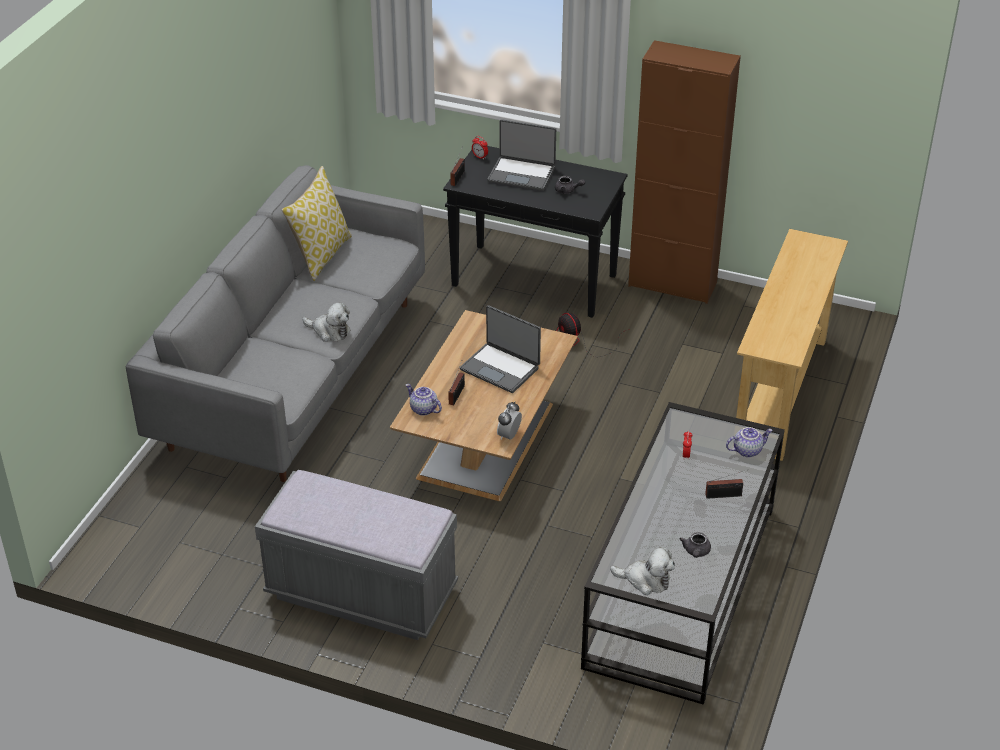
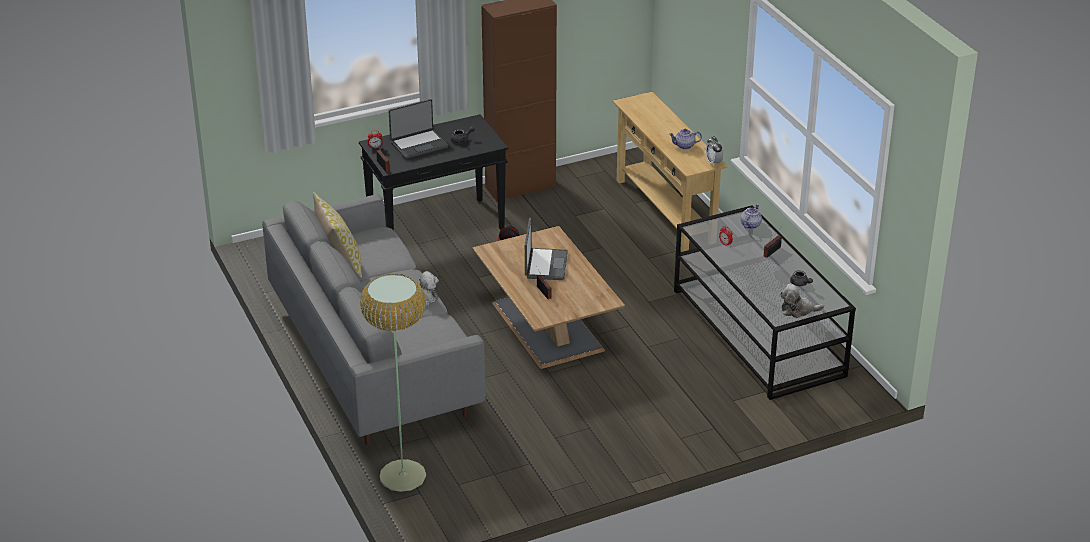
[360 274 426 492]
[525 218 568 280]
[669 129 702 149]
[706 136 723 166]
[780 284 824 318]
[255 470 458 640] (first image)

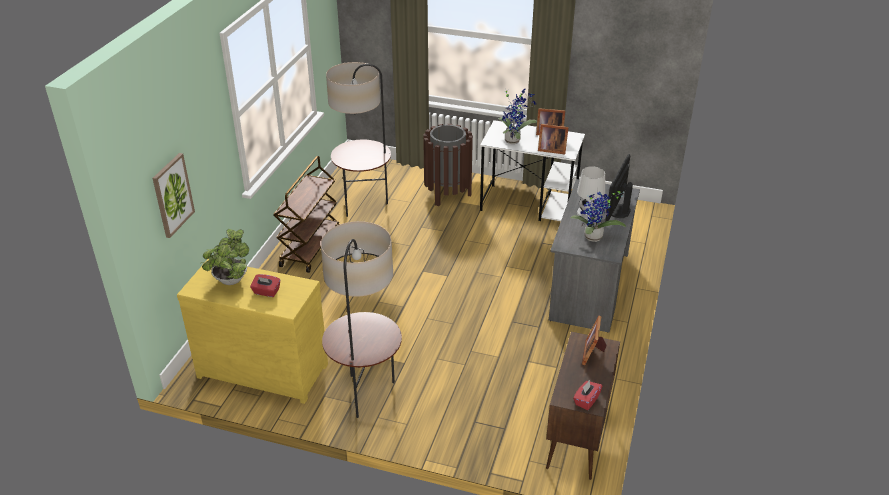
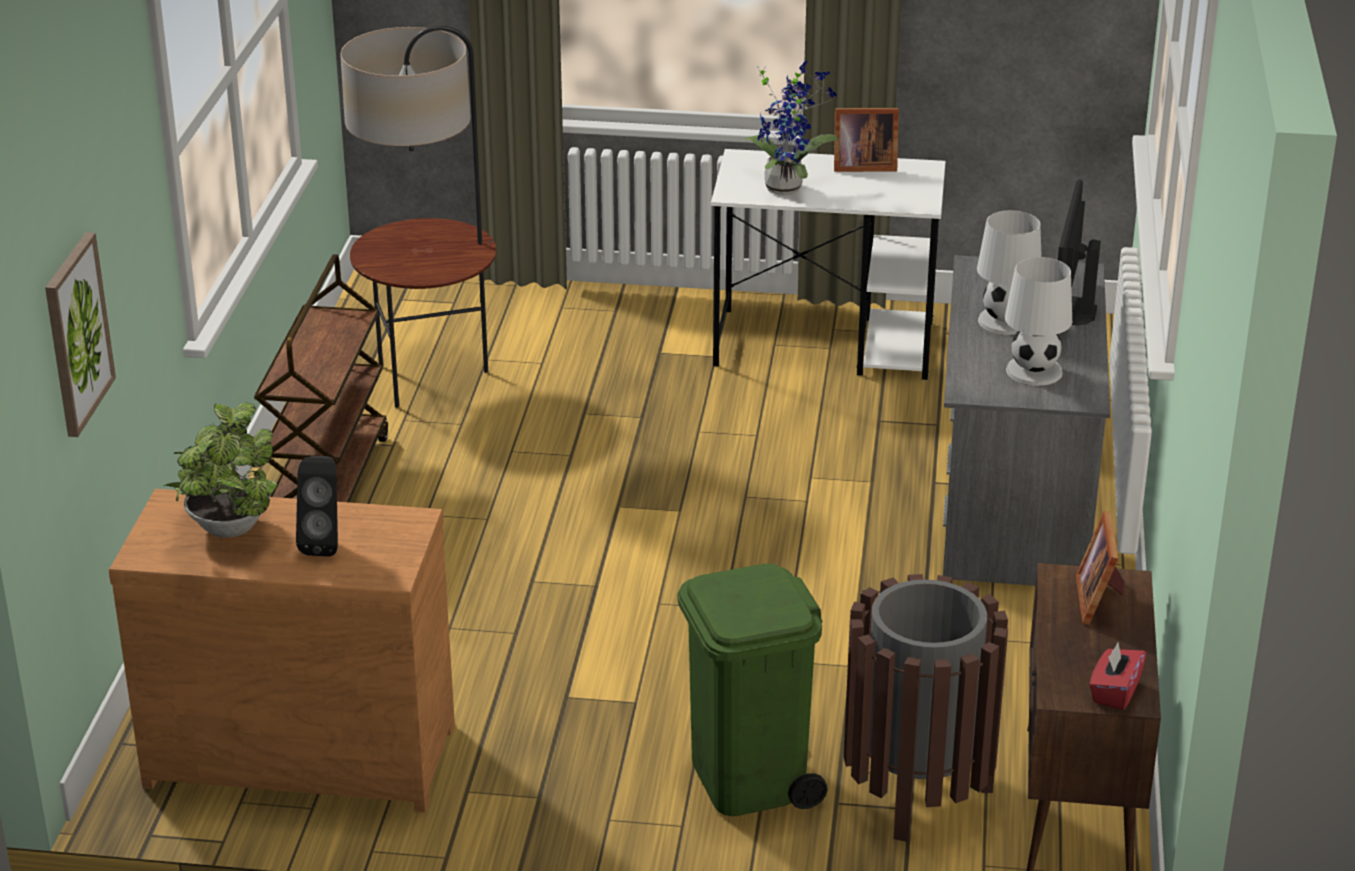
[109 489 455 812]
[296 456 338 557]
[677 564 828 816]
[844 574 1008 842]
[1005 257 1072 386]
[321 221 402 418] (first image)
[538 124 569 154] (first image)

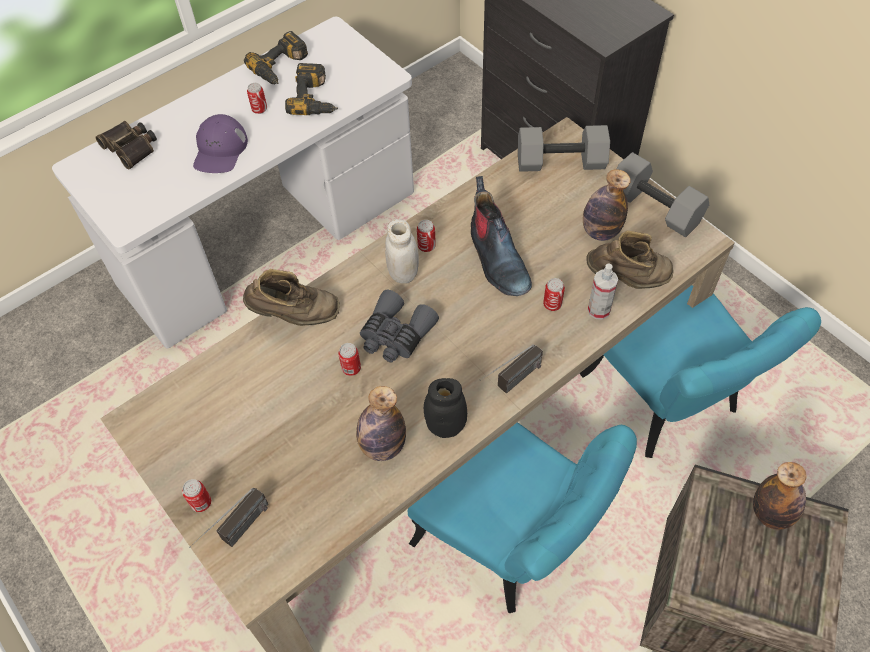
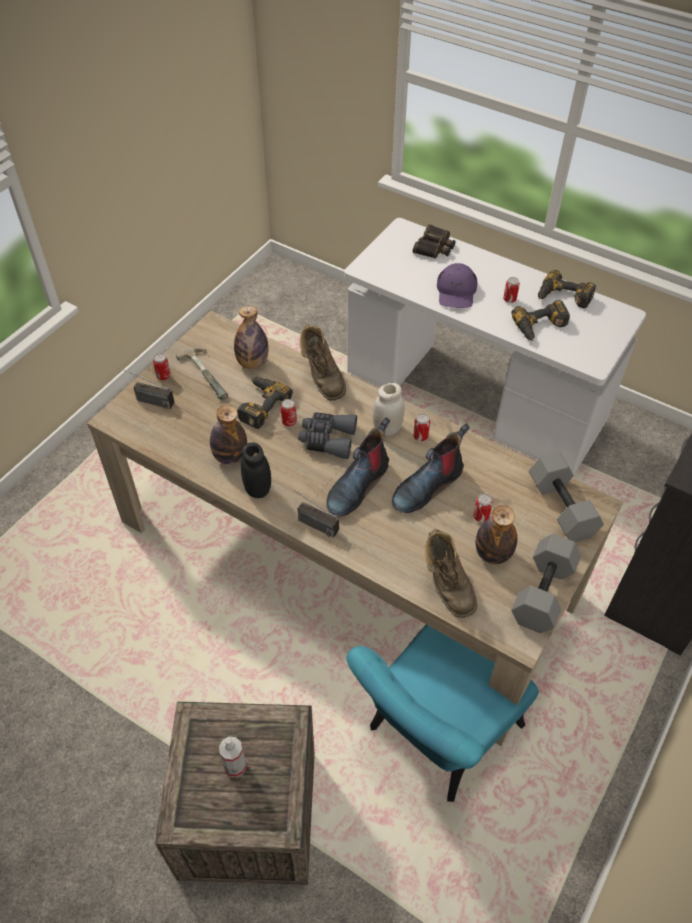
[176 347 228 400]
[219 737 246 777]
[234 306 268 369]
[237 377 293 429]
[326 417 390 516]
[437 263 478 308]
[473 494 493 522]
[408 422 637 613] (first image)

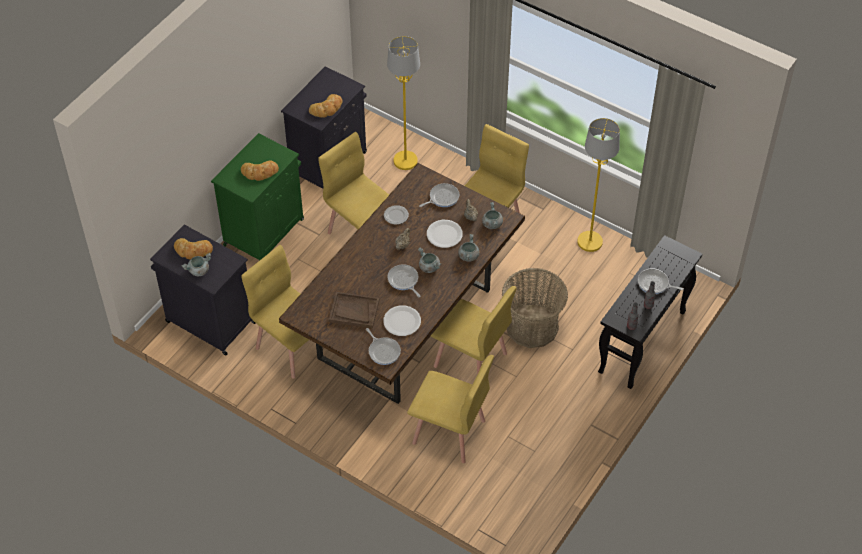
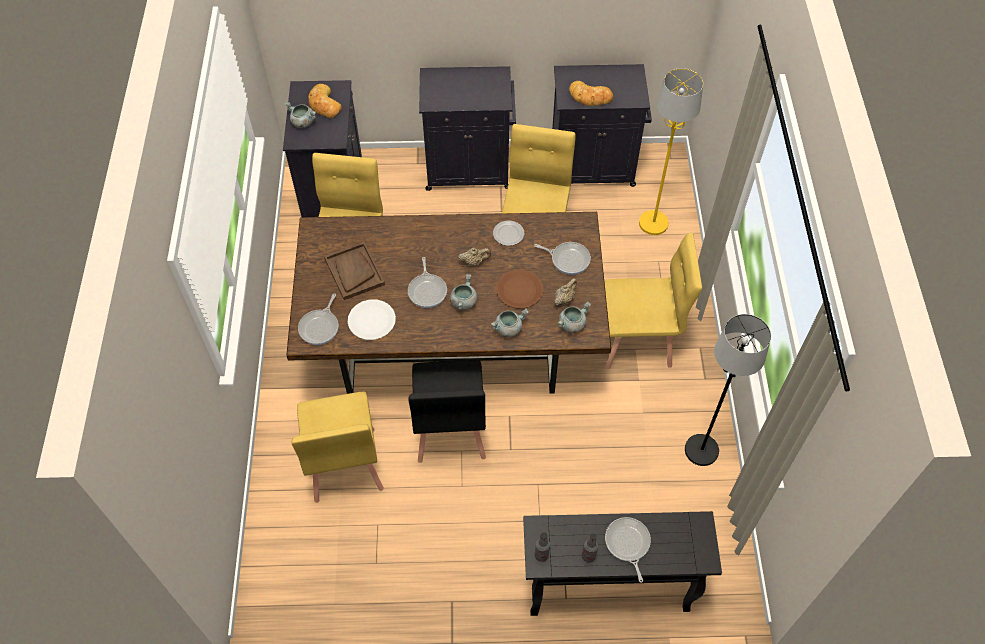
[408 257 447 308]
[408 360 486 463]
[419 66 516 191]
[496 270 543 309]
[685 314 771 466]
[241 160 279 181] (first image)
[502 268 568 348] (first image)

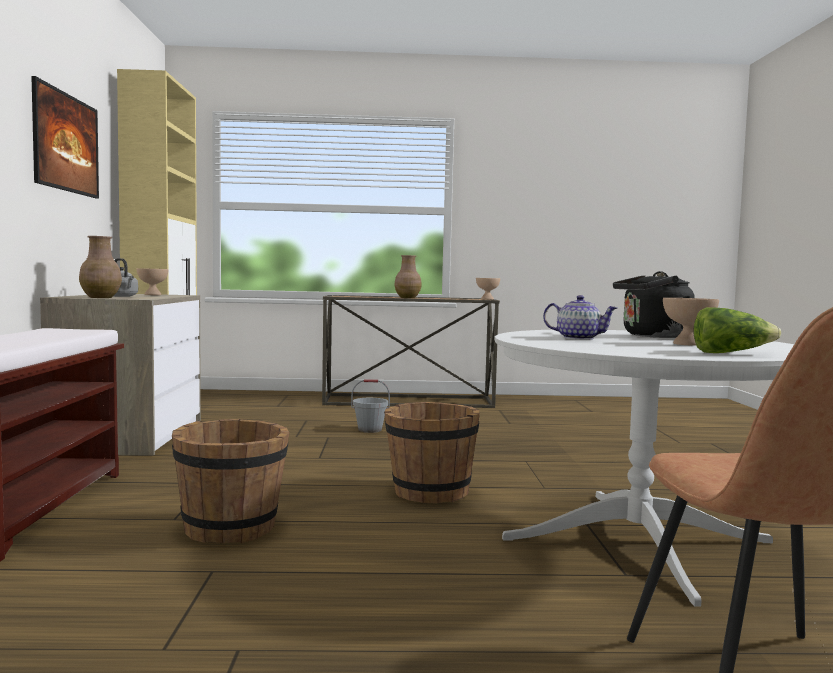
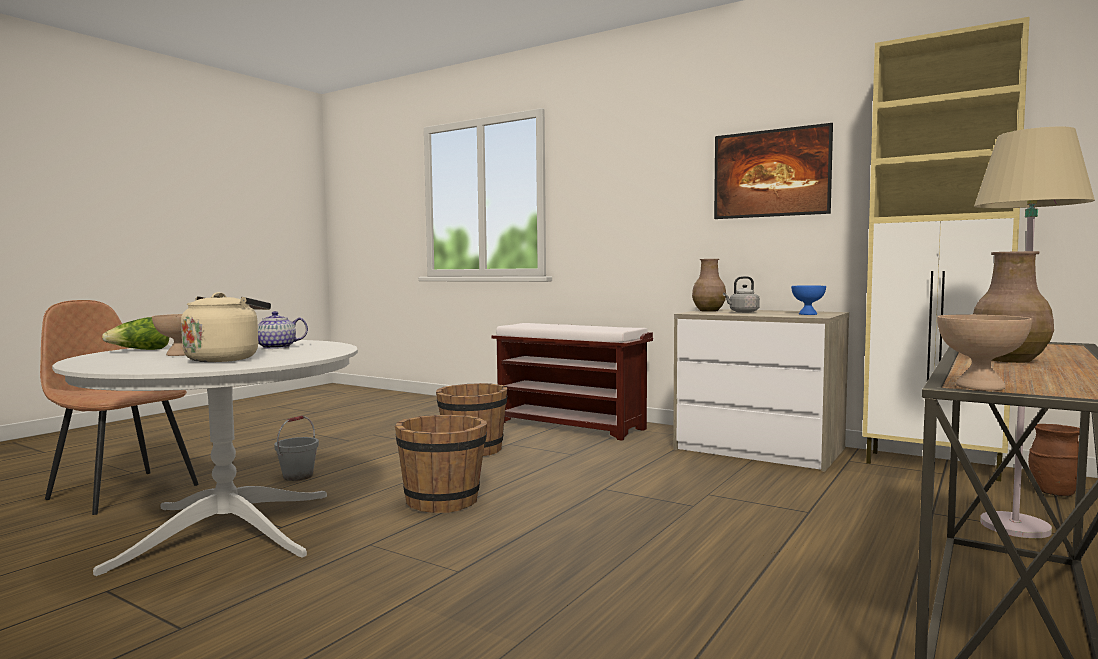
[181 292 271 362]
[274 416 319 481]
[791 286 826 315]
[974 127 1095 538]
[1028 424 1080 496]

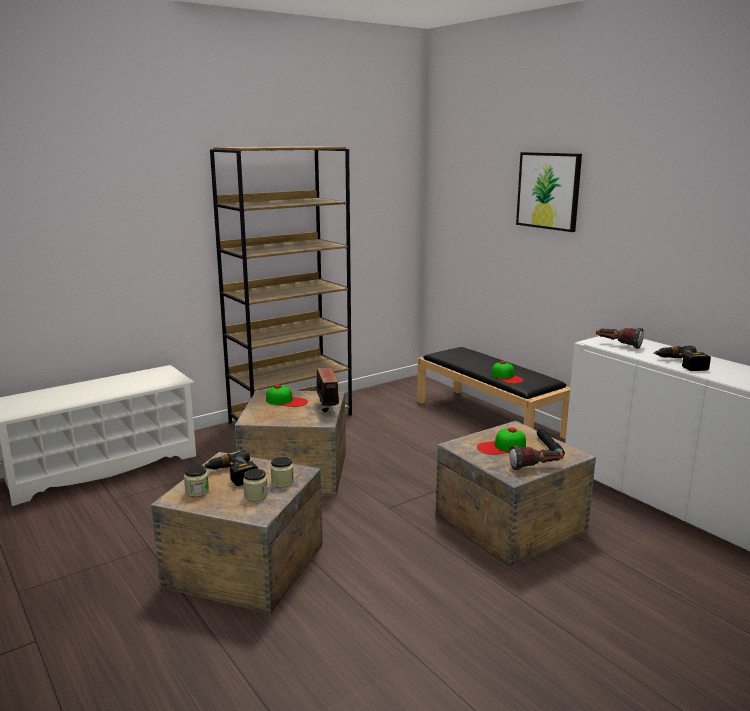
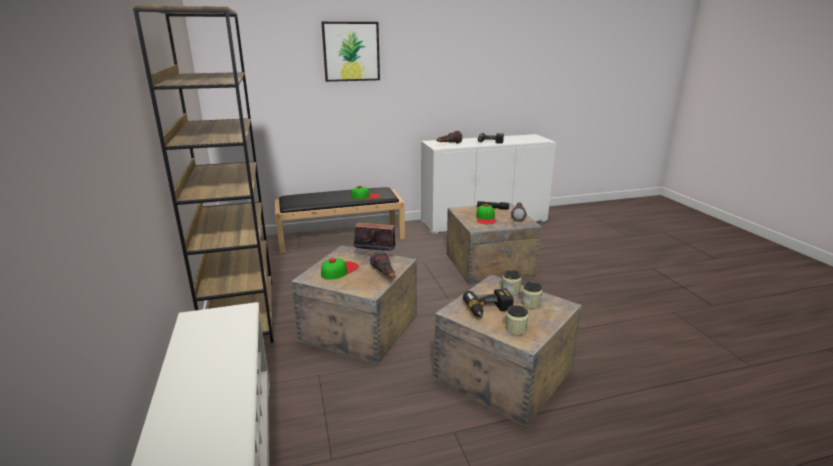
[370 251 396 279]

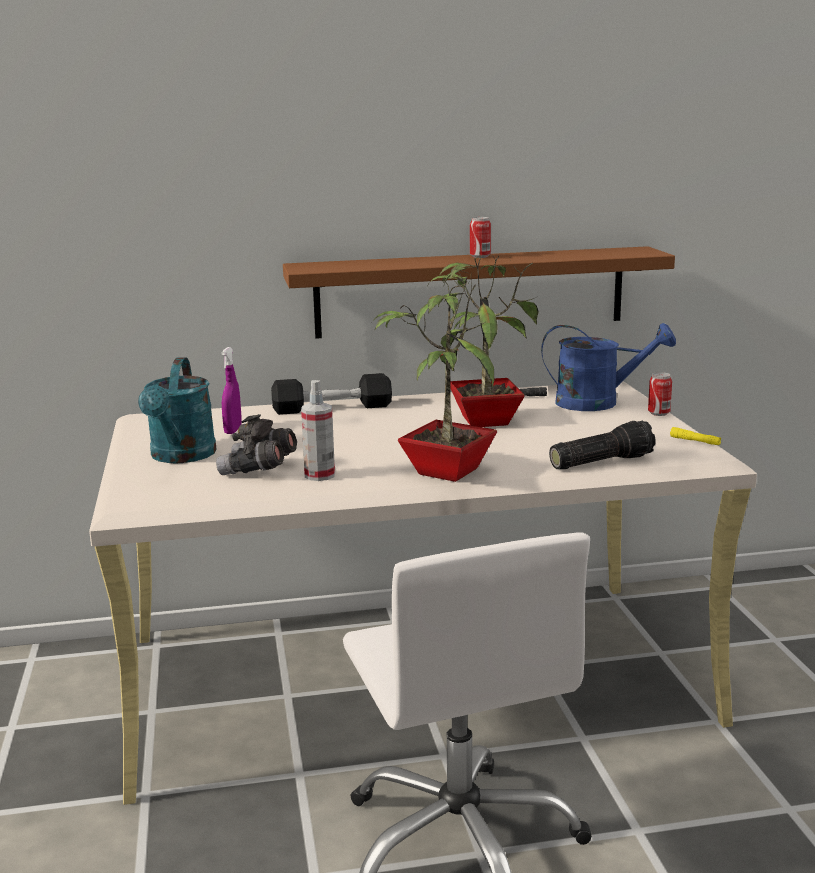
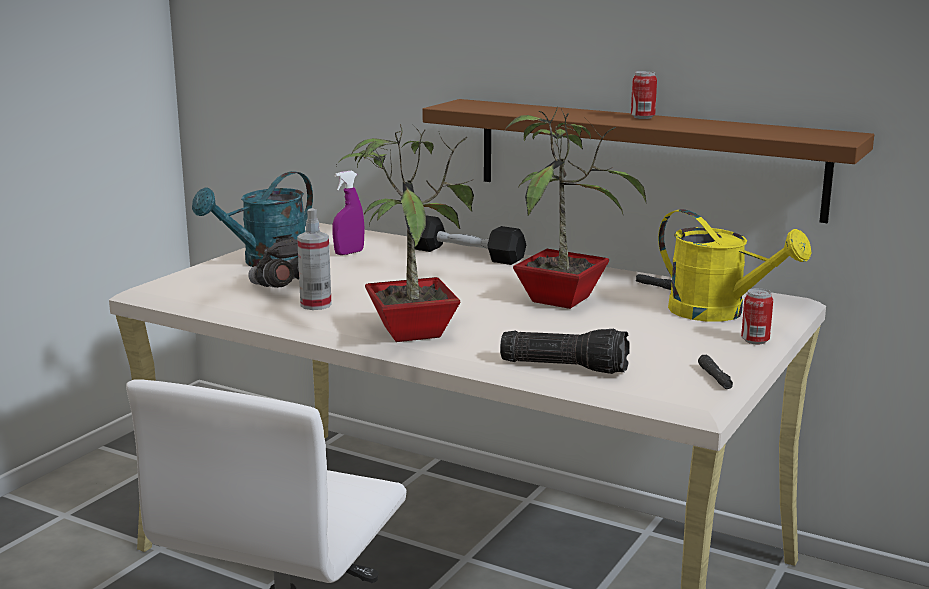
[658 209 812 322]
[698 355 733 389]

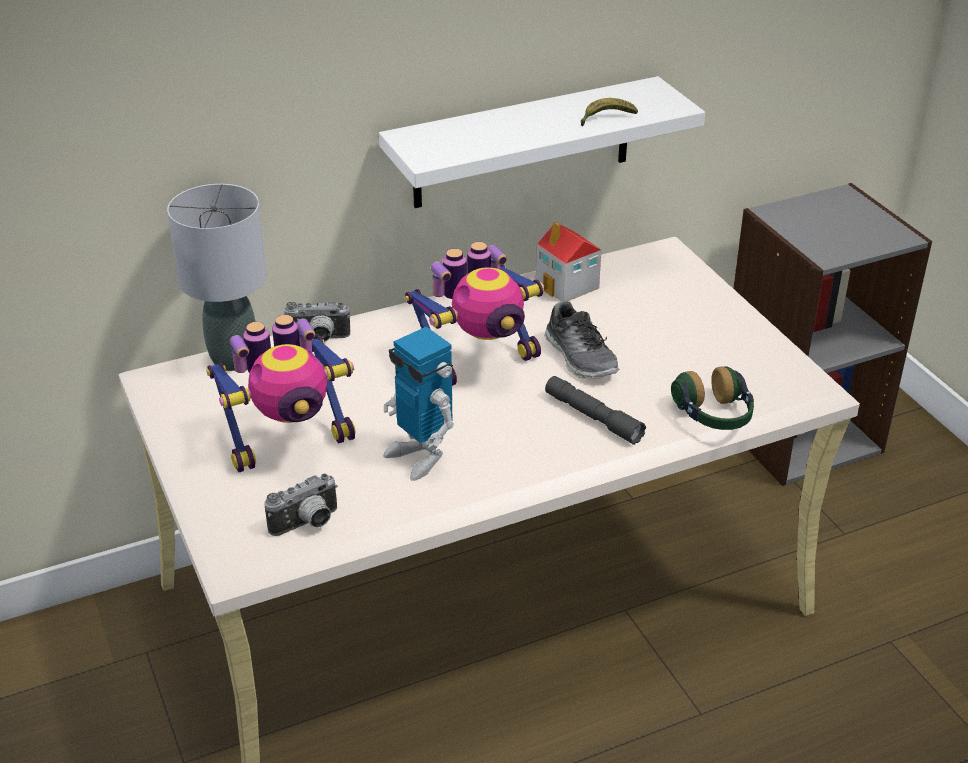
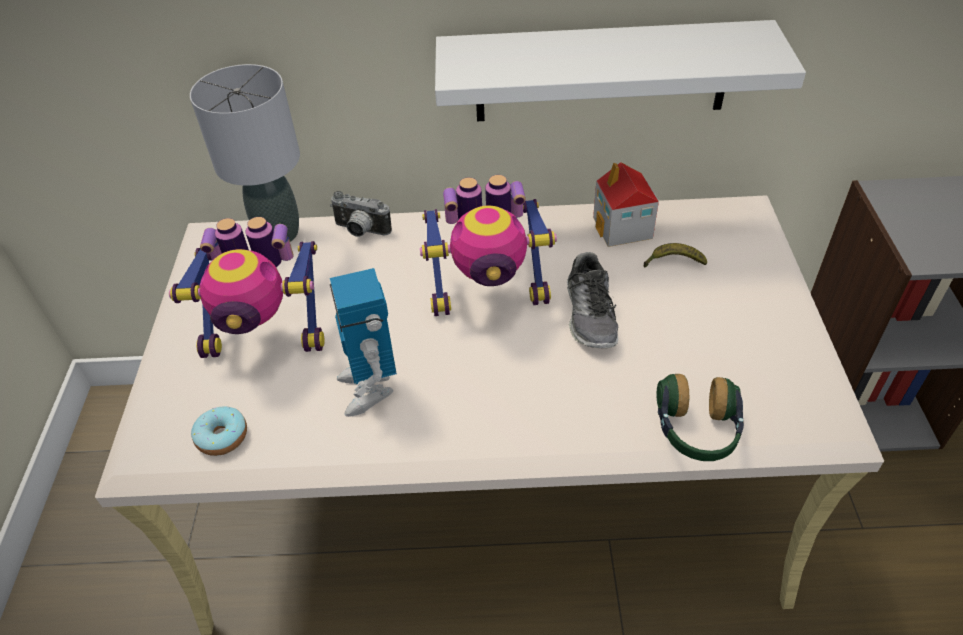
[191 407 247 456]
[643 243 707 267]
[545 376 646 445] (first image)

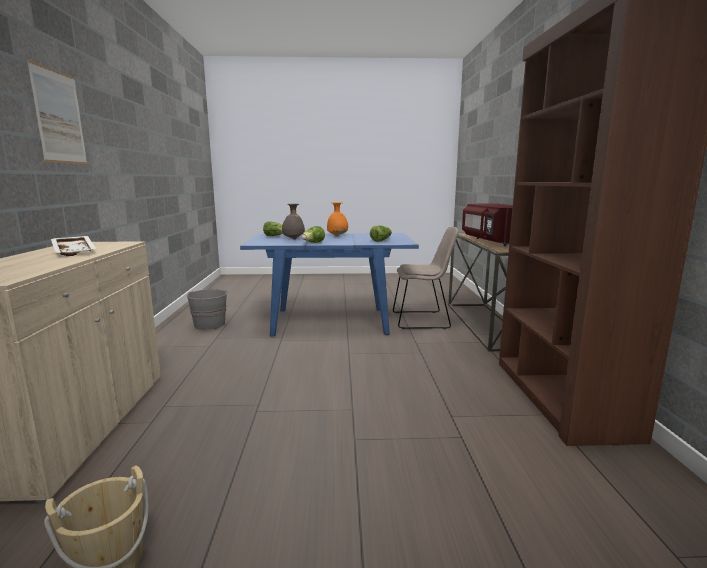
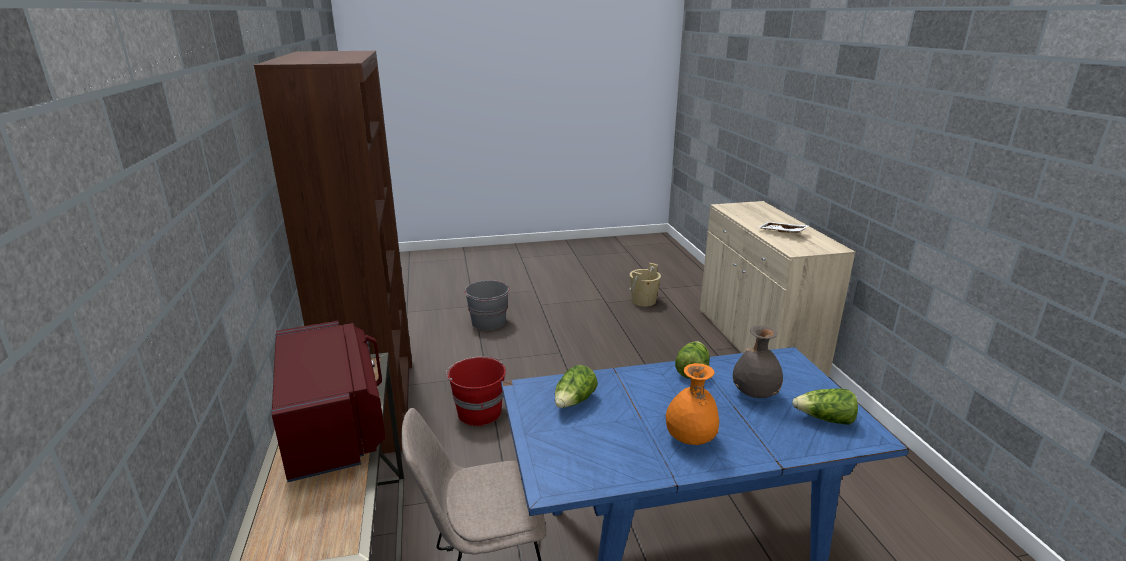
[446 356 506 426]
[464 280 510 330]
[27 60 88 164] (first image)

